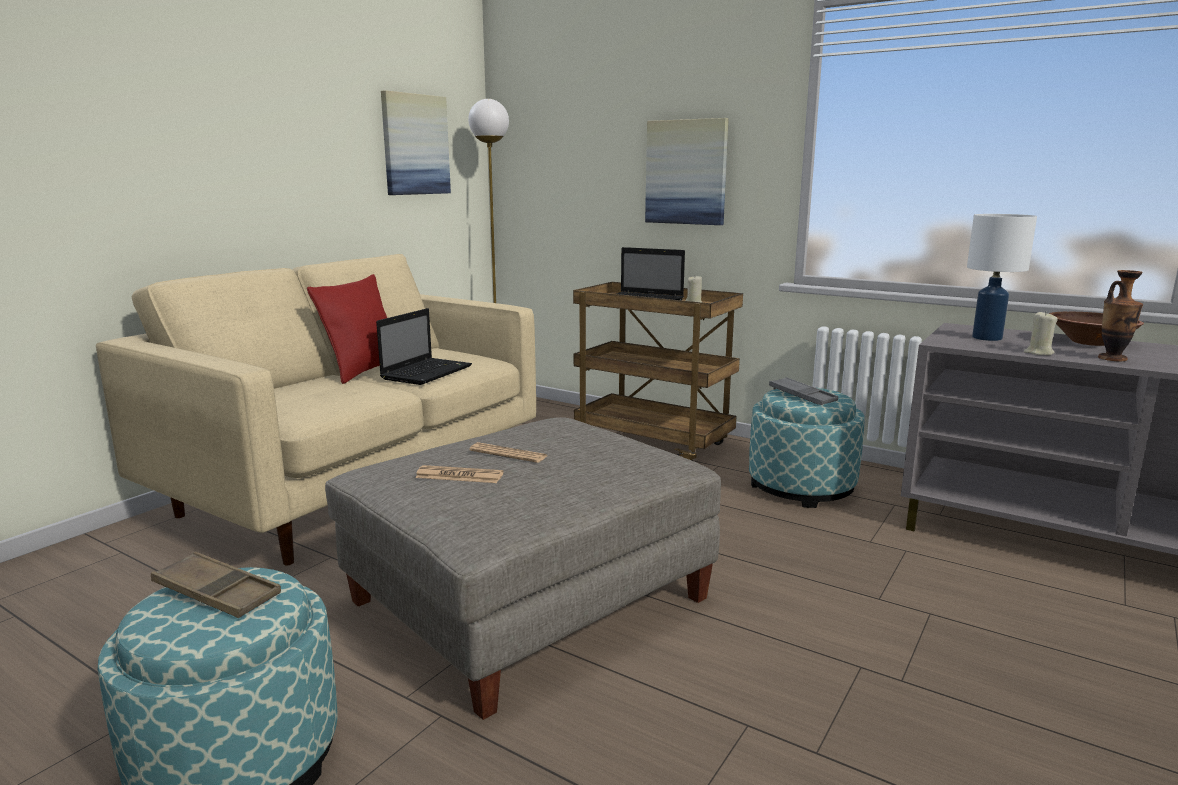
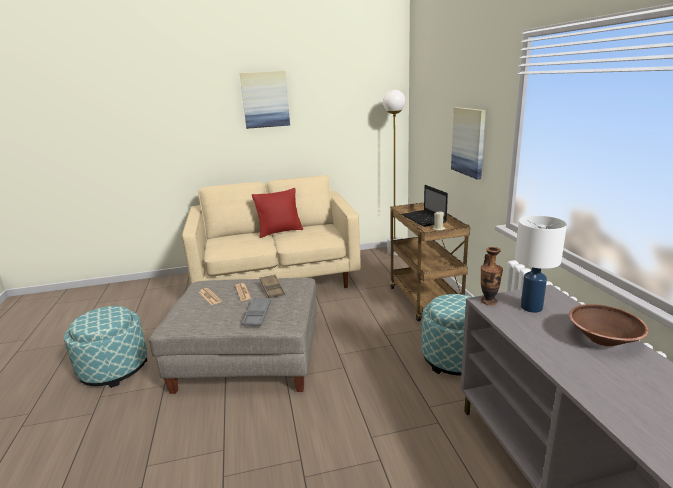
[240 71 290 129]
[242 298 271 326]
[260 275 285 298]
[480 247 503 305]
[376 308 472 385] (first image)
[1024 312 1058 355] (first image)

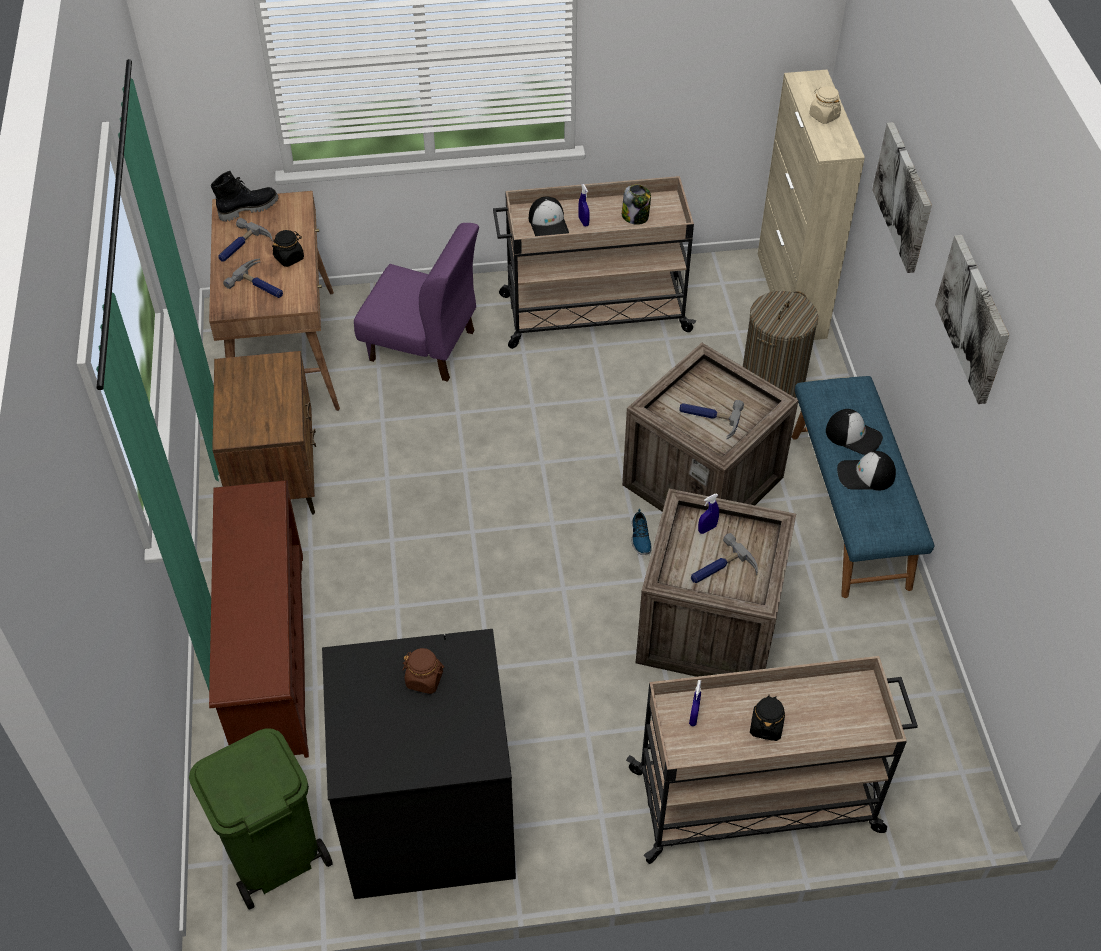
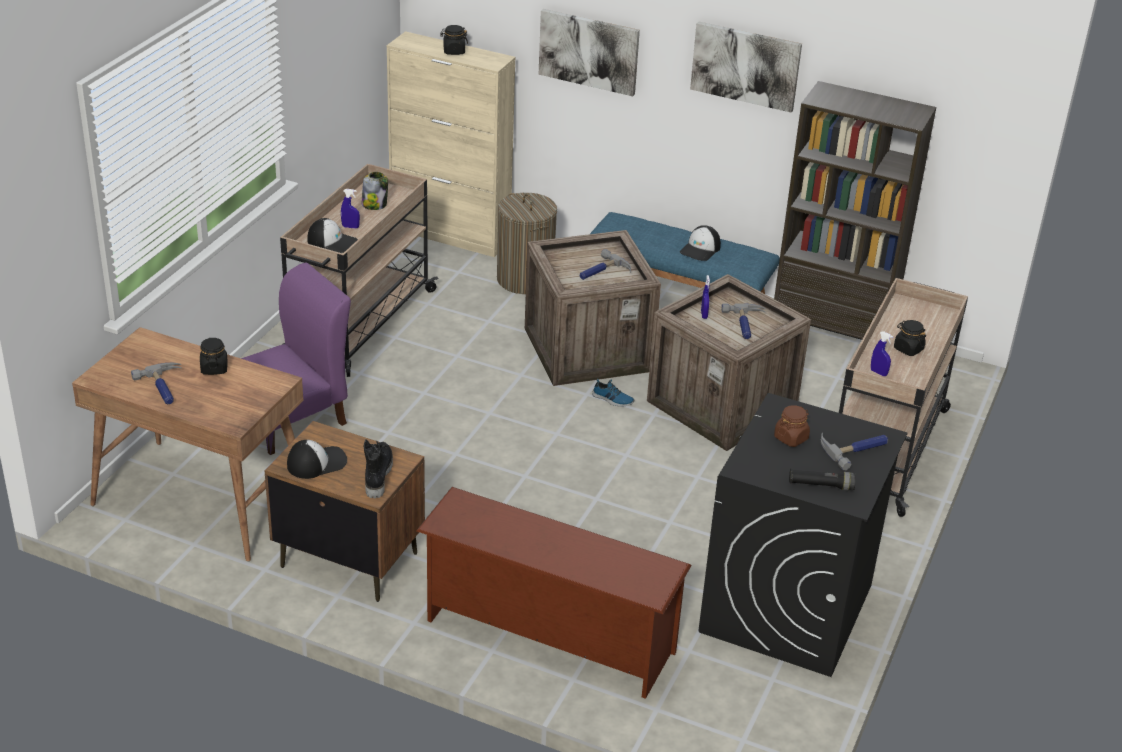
[287 440 347 479]
[364 439 393 498]
[440 25 468 55]
[774 81 936 340]
[789 469 856 490]
[821 433 888 470]
[189 728 333 910] (first image)

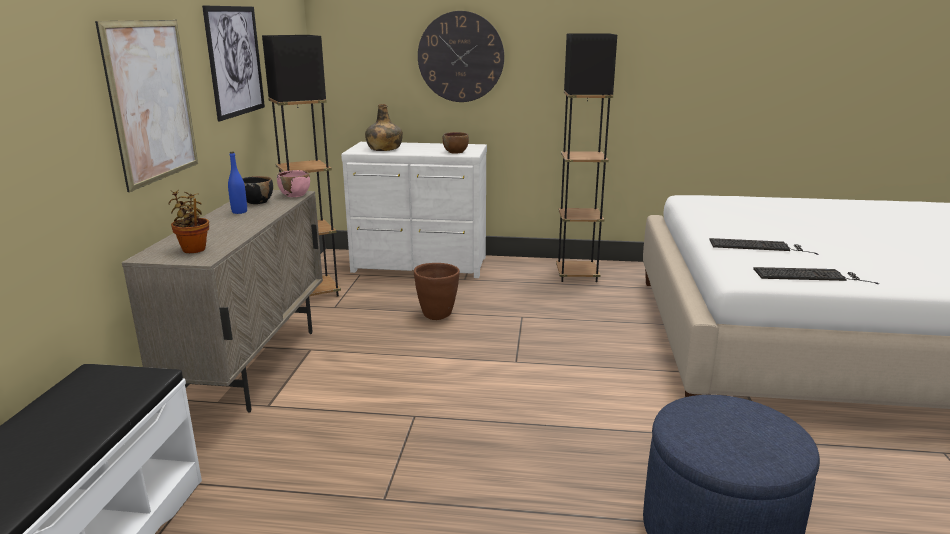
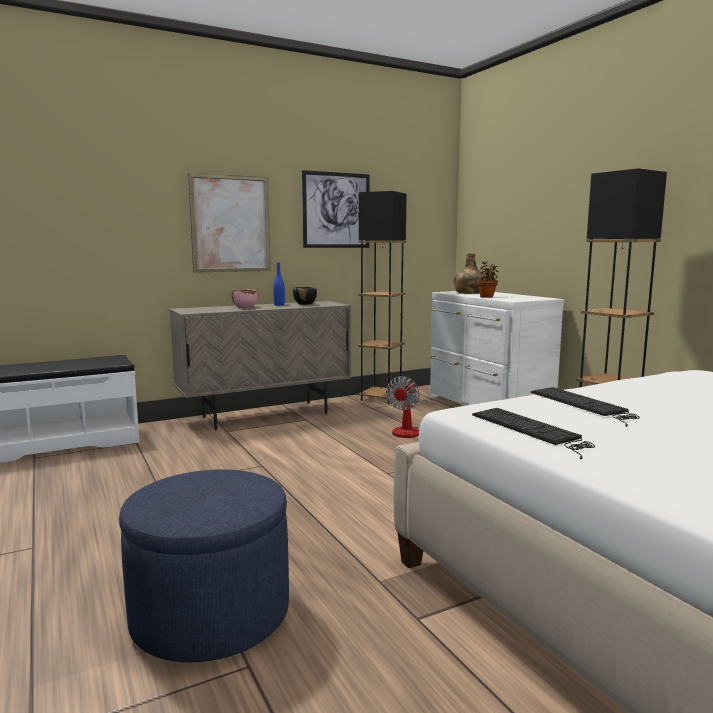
[231 289 257 308]
[386 376 468 438]
[477 261 499 298]
[418 11 504 102] (first image)
[443 132 469 153] (first image)

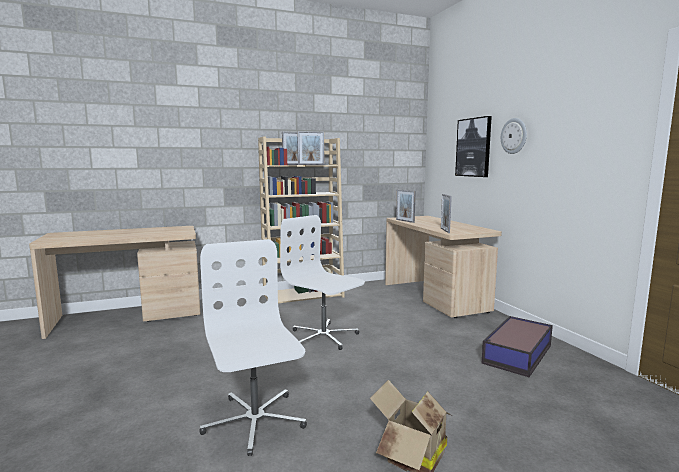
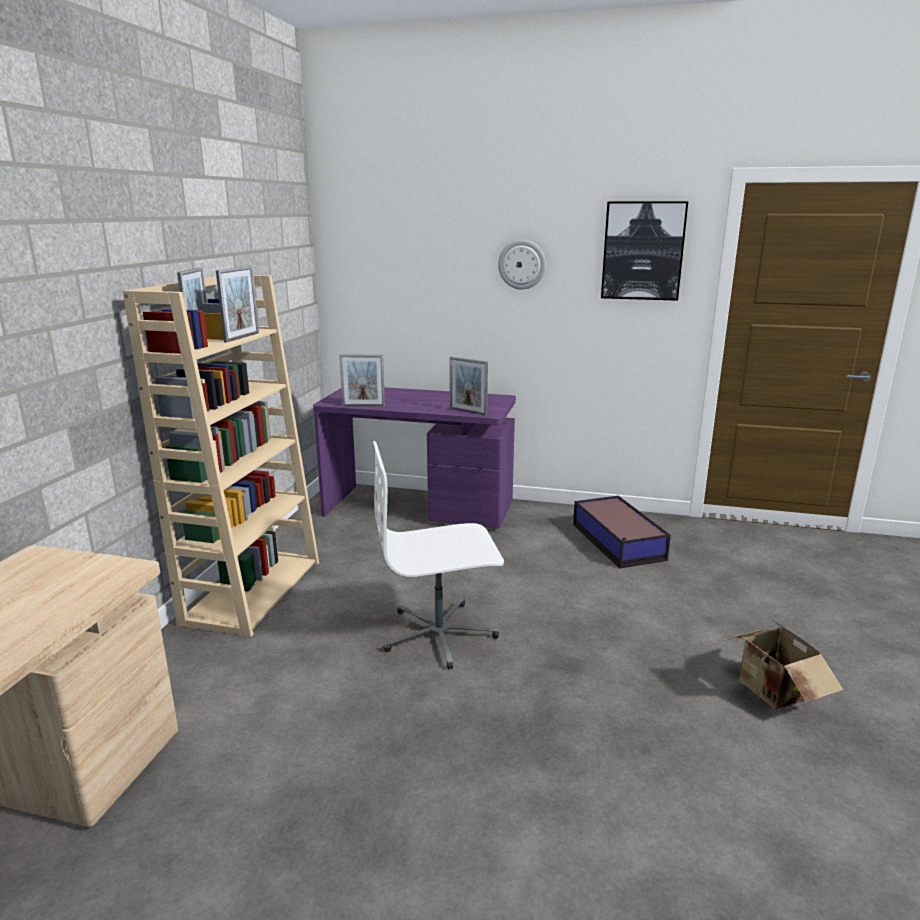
[313 387 516 529]
[601 201 688 301]
[199 239 307 456] (first image)

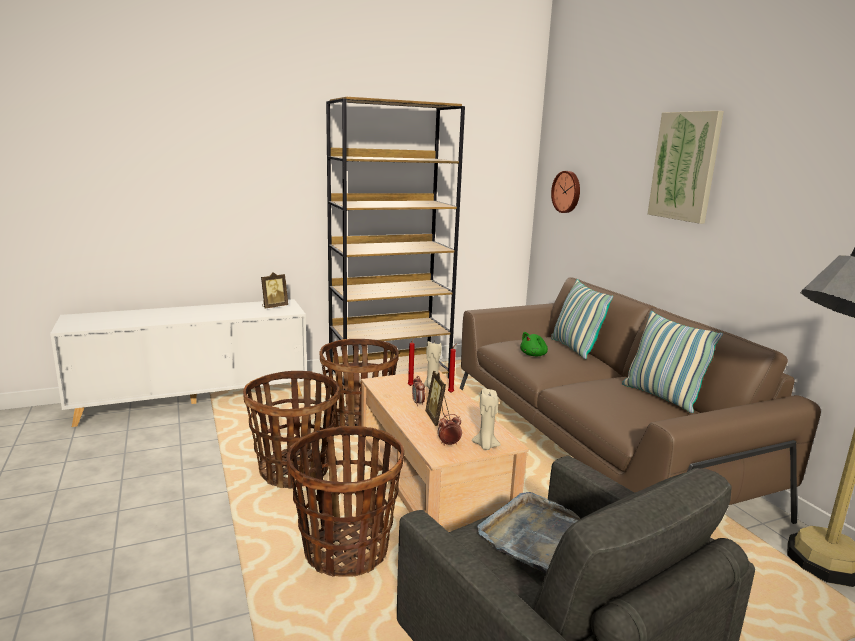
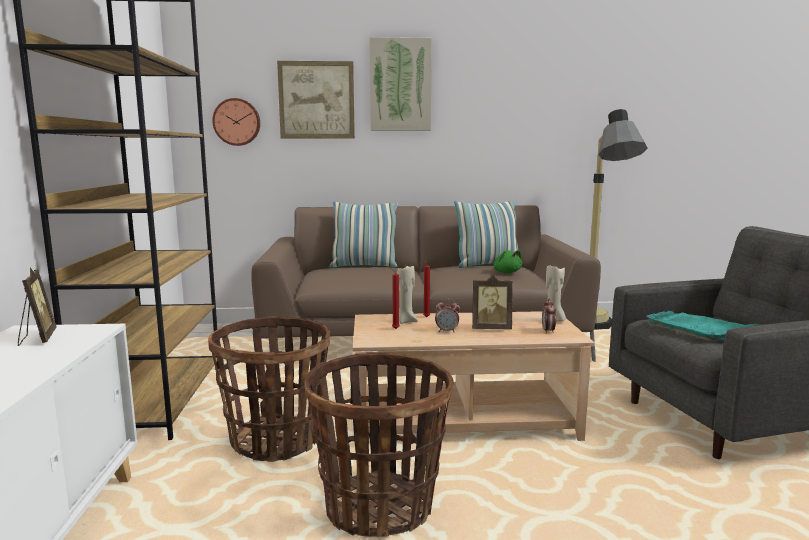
[277 61 355 139]
[494 250 522 273]
[646 311 759 341]
[287 426 404 577] (first image)

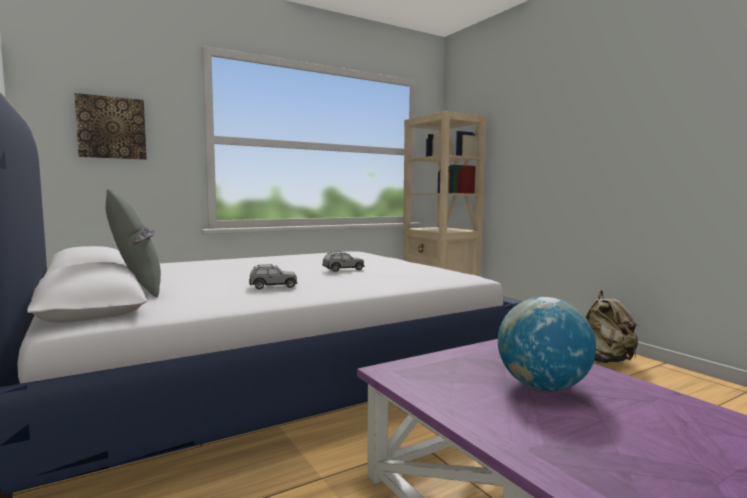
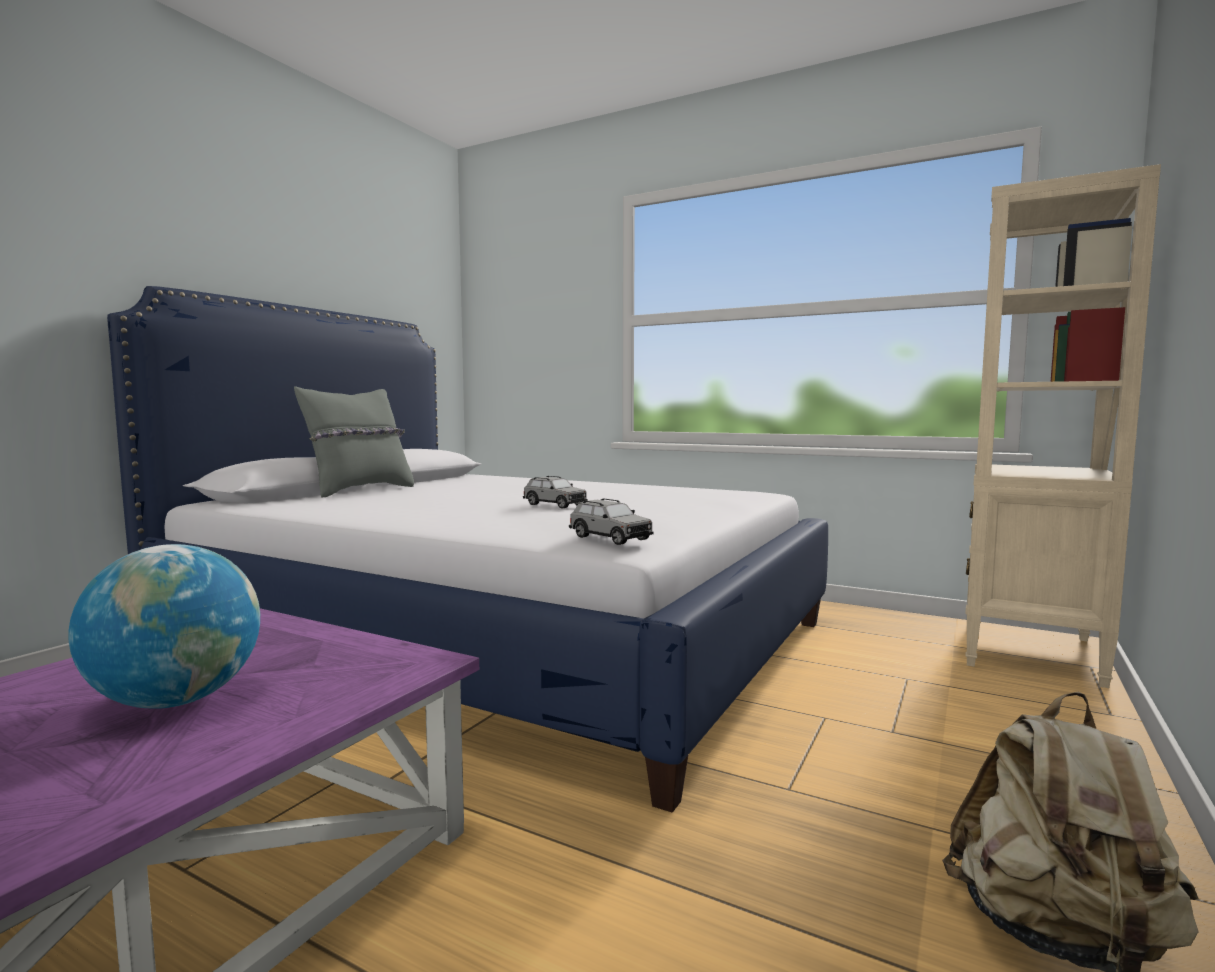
[569 498 654 545]
[74 93 147 160] (first image)

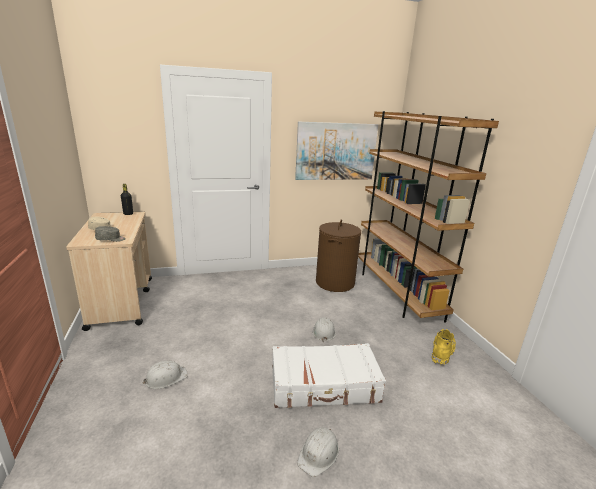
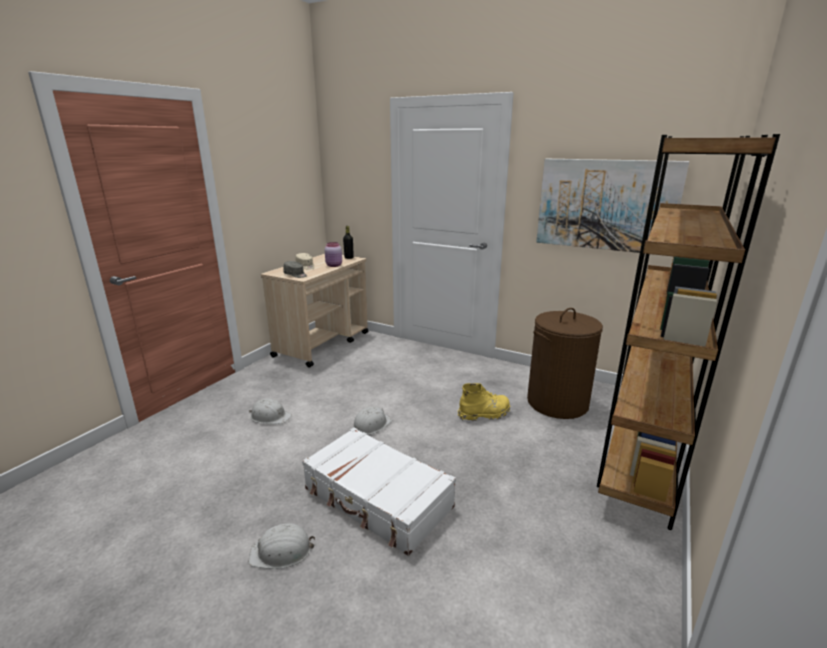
[325 242 342 267]
[353 407 392 435]
[458 383 510 421]

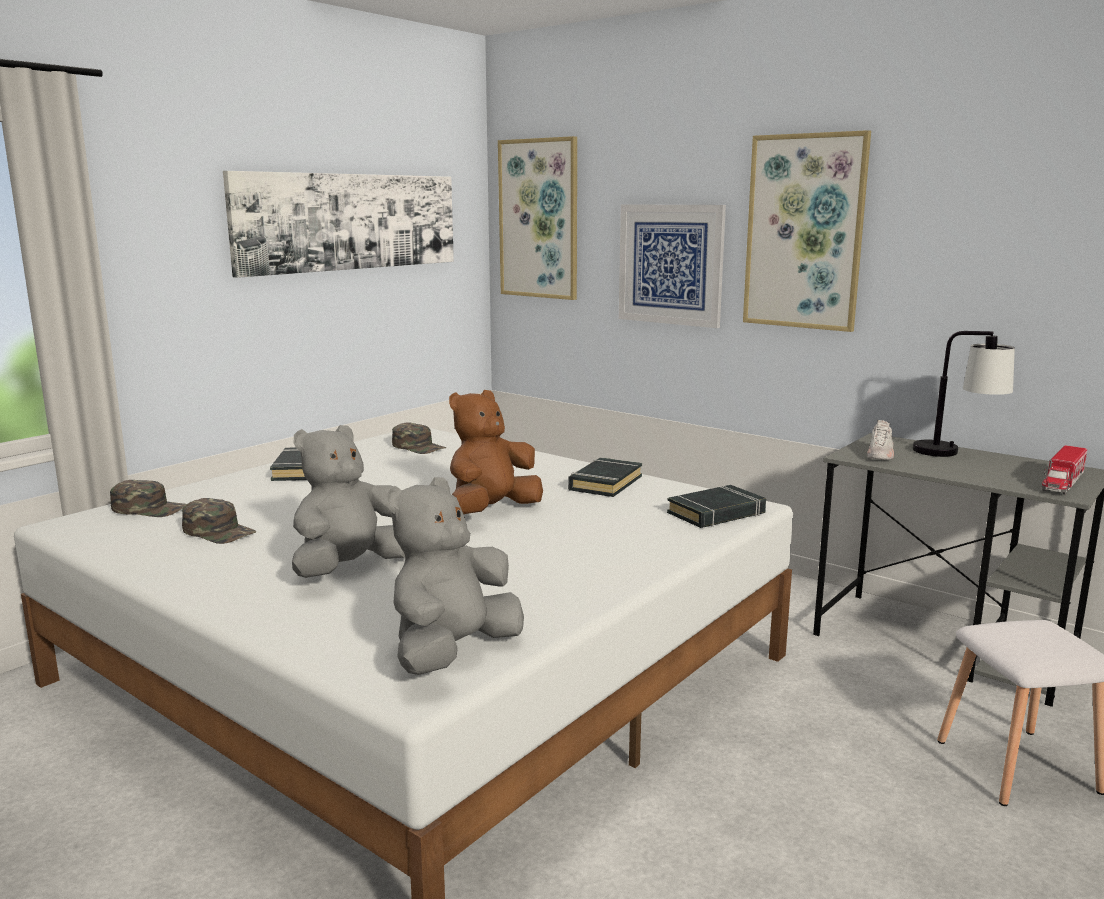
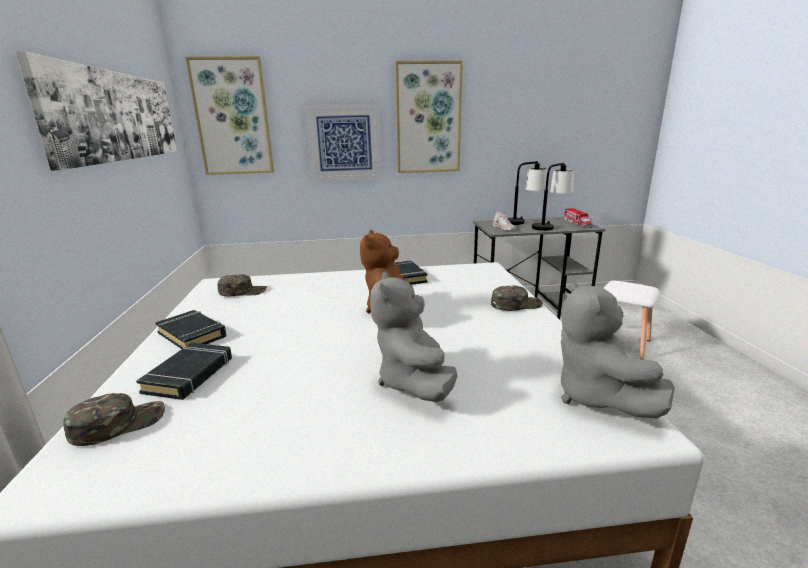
[136 343 232 400]
[491 285 543 311]
[531 163 574 231]

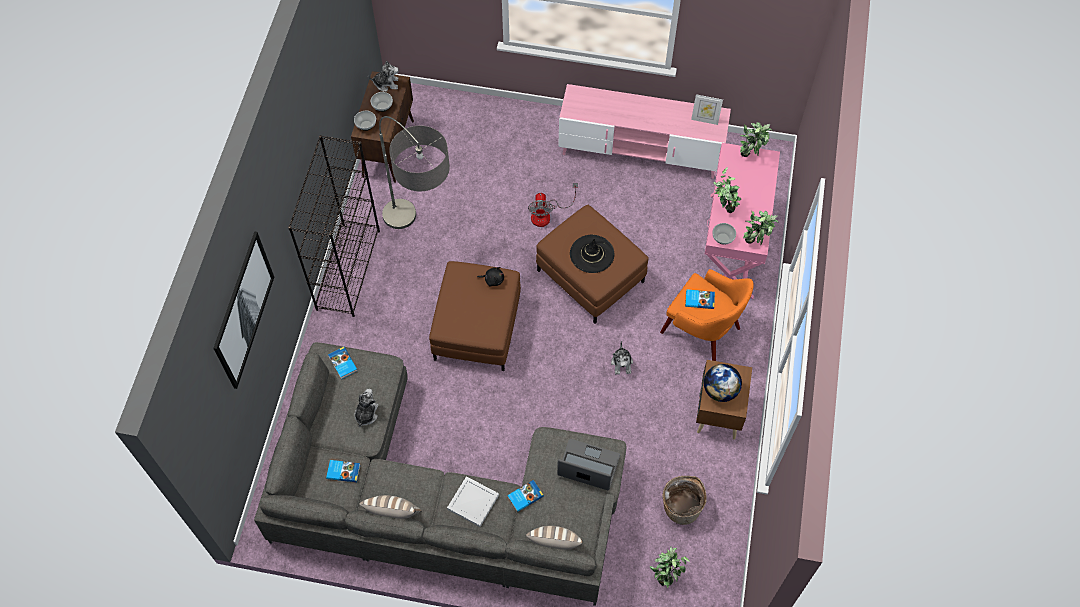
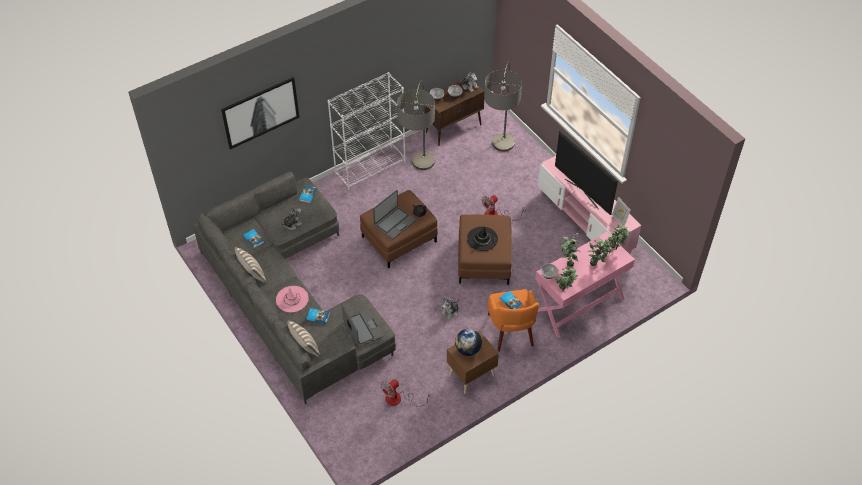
[276 286 309 312]
[328 72 406 190]
[373 190 416 240]
[380 379 431 407]
[484 61 522 151]
[555 131 618 215]
[588 238 612 266]

